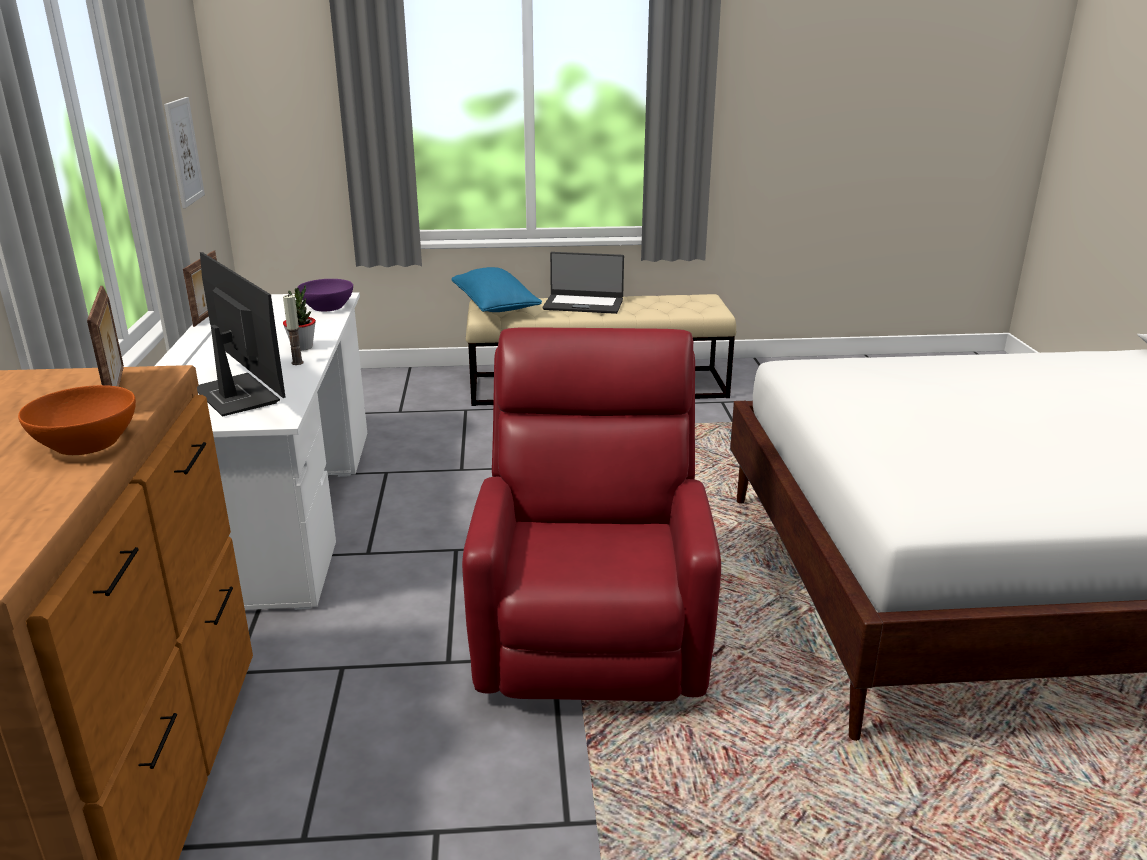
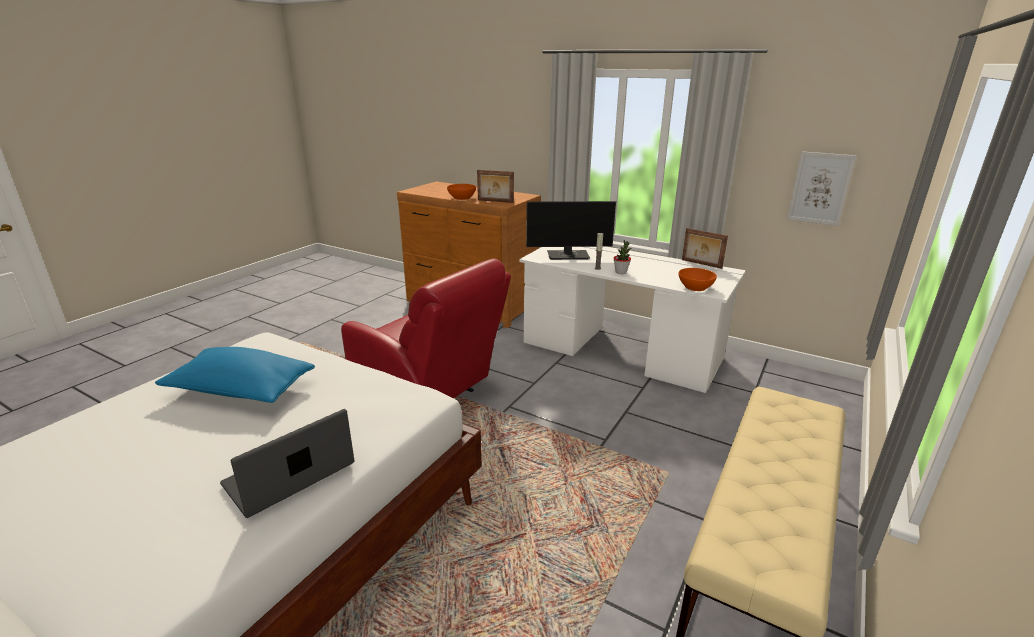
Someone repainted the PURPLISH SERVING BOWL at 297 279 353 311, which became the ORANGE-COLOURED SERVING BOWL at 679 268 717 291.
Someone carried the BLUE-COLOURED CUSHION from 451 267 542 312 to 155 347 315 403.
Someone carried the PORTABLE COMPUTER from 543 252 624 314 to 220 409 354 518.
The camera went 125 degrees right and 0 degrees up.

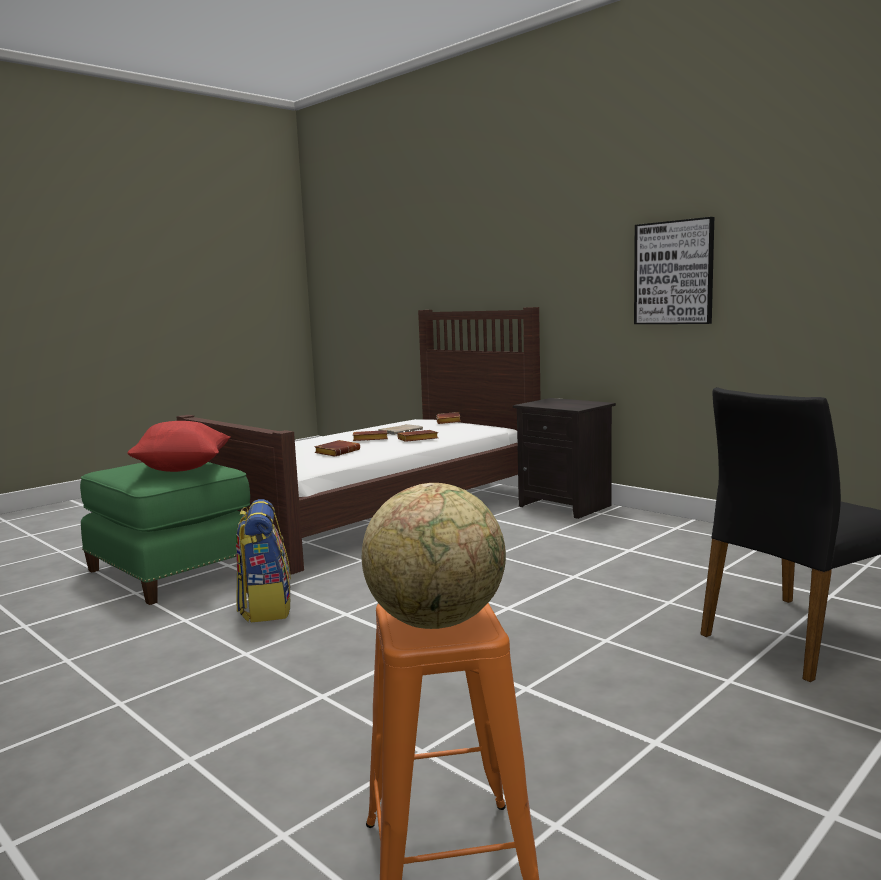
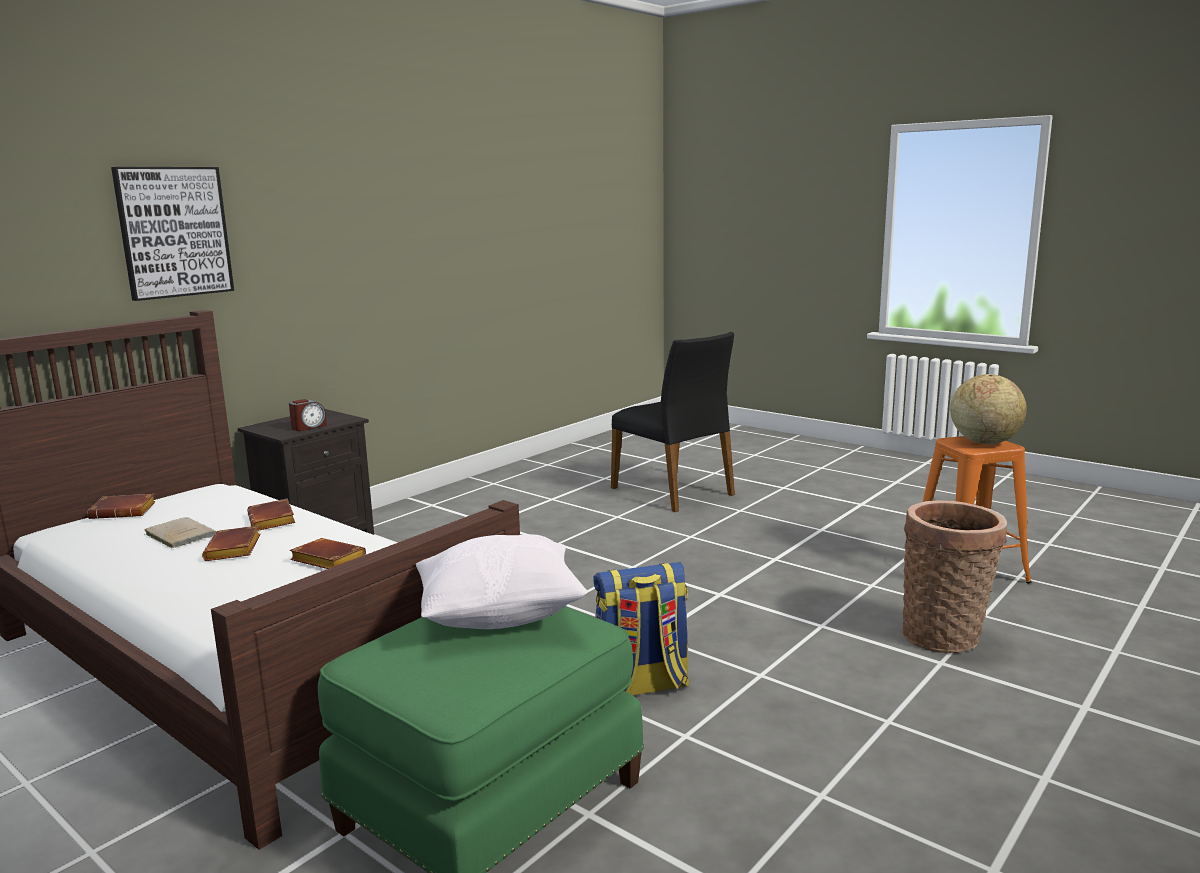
Someone repainted the REDDISH CUSHION at 127 421 231 472, which became the WHITE-COLOURED CUSHION at 416 534 588 629.
Someone carried the WALL PICTURE from 634 217 714 324 to 111 167 234 301.
Someone put down the BEDSIDE CLOCK at 289 399 327 431.
Someone put down the BASKET at 902 500 1007 653.
The camera went 95 degrees left and 5 degrees up.

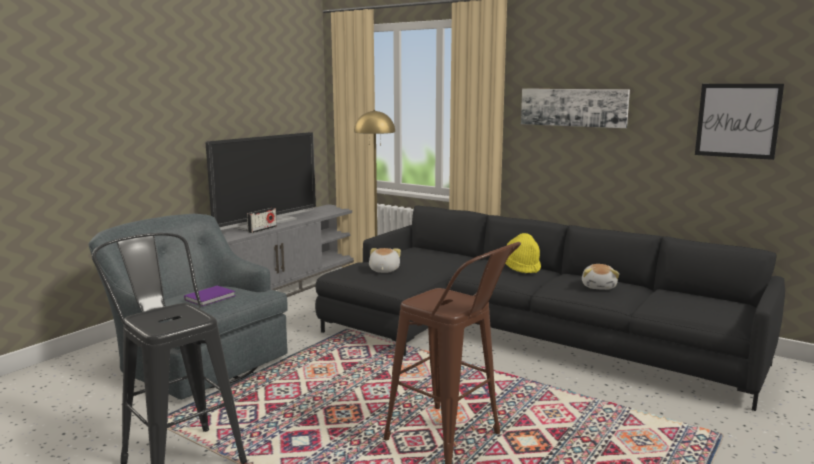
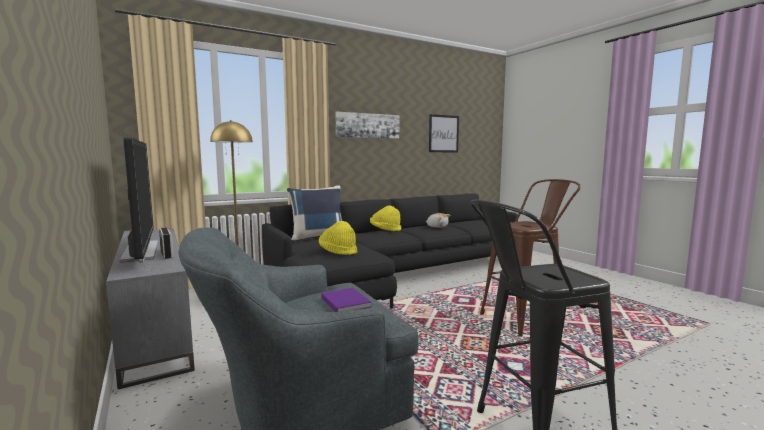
Someone swapped the PLUSH TOY at 369 248 401 273 for the YELLOW CLOTHING HAT at 319 221 358 255.
Someone put down the BLUE-COLOURED CUSHION at 287 185 342 242.
The camera went 65 degrees left and 5 degrees down.

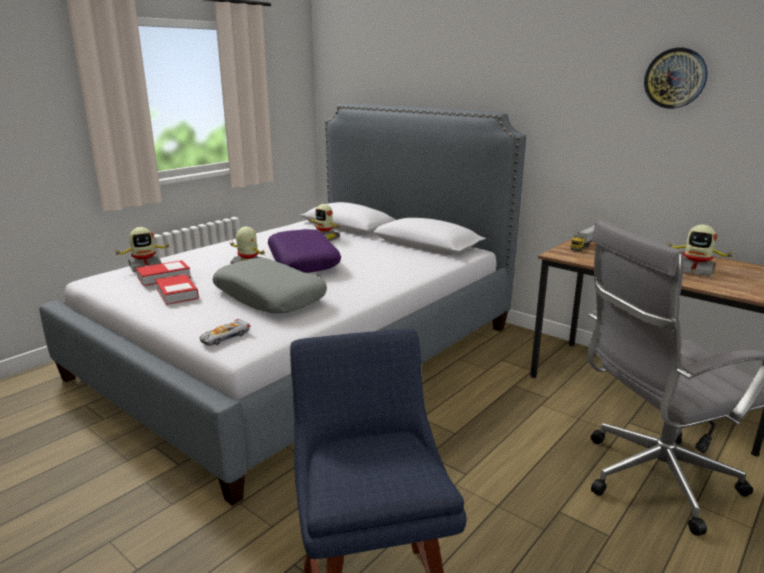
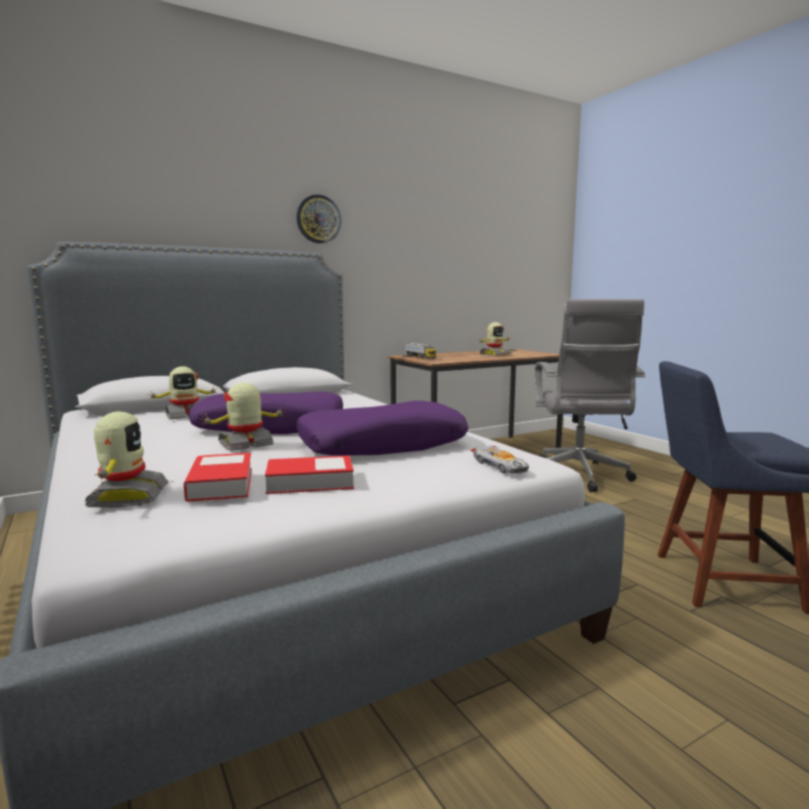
Someone repainted the GREYISH CUSHION at 213 258 327 313, which became the PURPLISH CUSHION at 296 401 468 456.
Someone carried the WALL CLOCK from 644 47 708 109 to 296 194 341 244.
The camera went 70 degrees left and 10 degrees down.

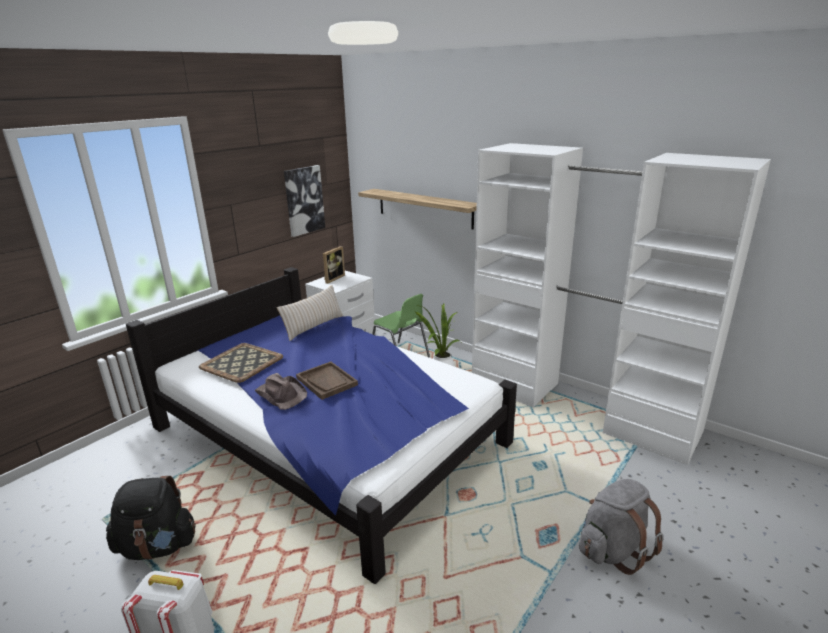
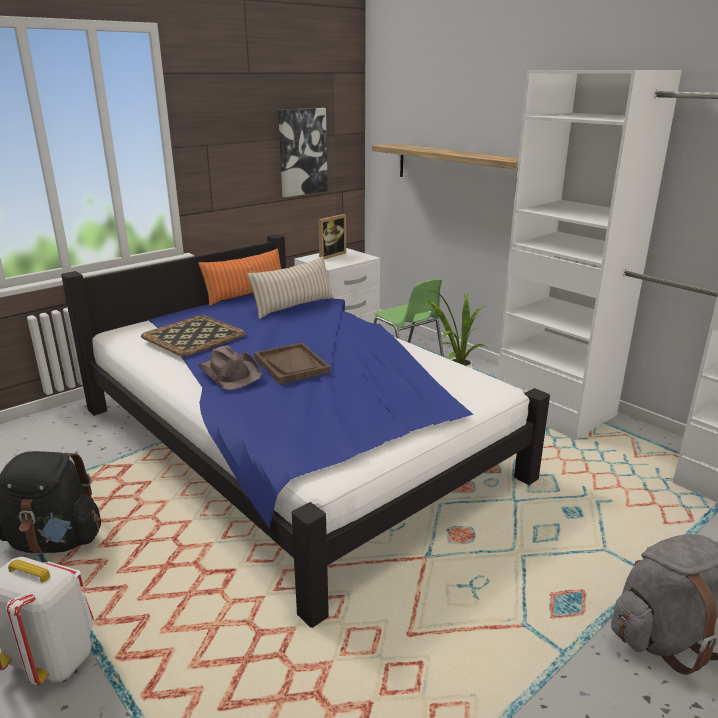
Someone put down the ORANGE-COLOURED CUSHION at 198 249 281 306.
The camera went 10 degrees right and 0 degrees up.

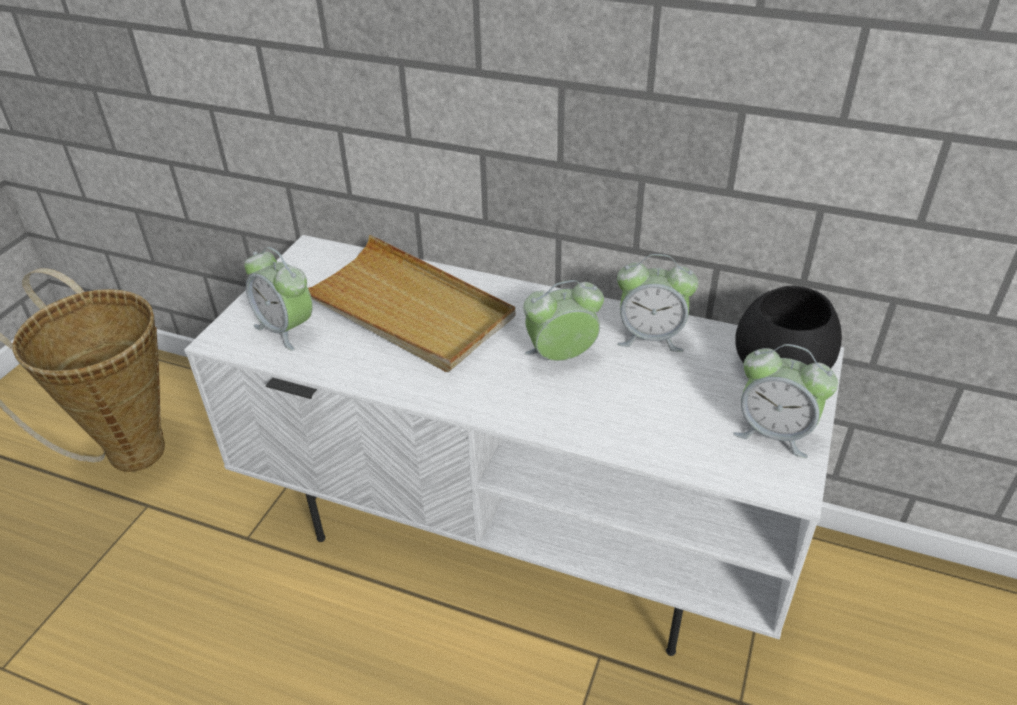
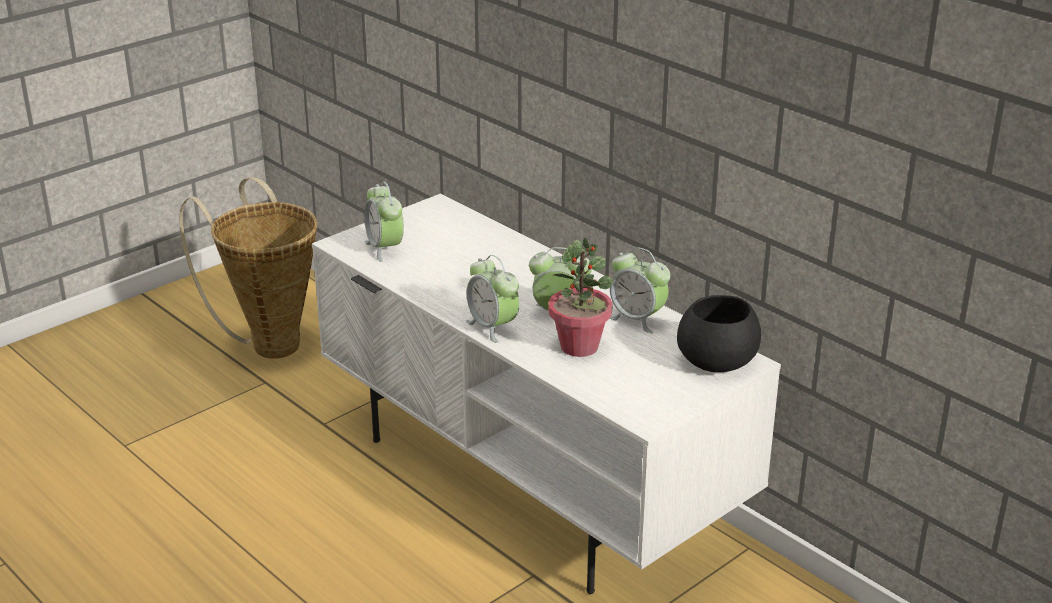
Someone took away the BEIGE CARRYING TRAY at 308 235 516 372.
Someone carried the BEDSIDE CLOCK from 733 344 838 458 to 466 255 519 343.
Someone put down the POTTED PLANT at 548 237 613 357.
The camera went 25 degrees right and 10 degrees down.

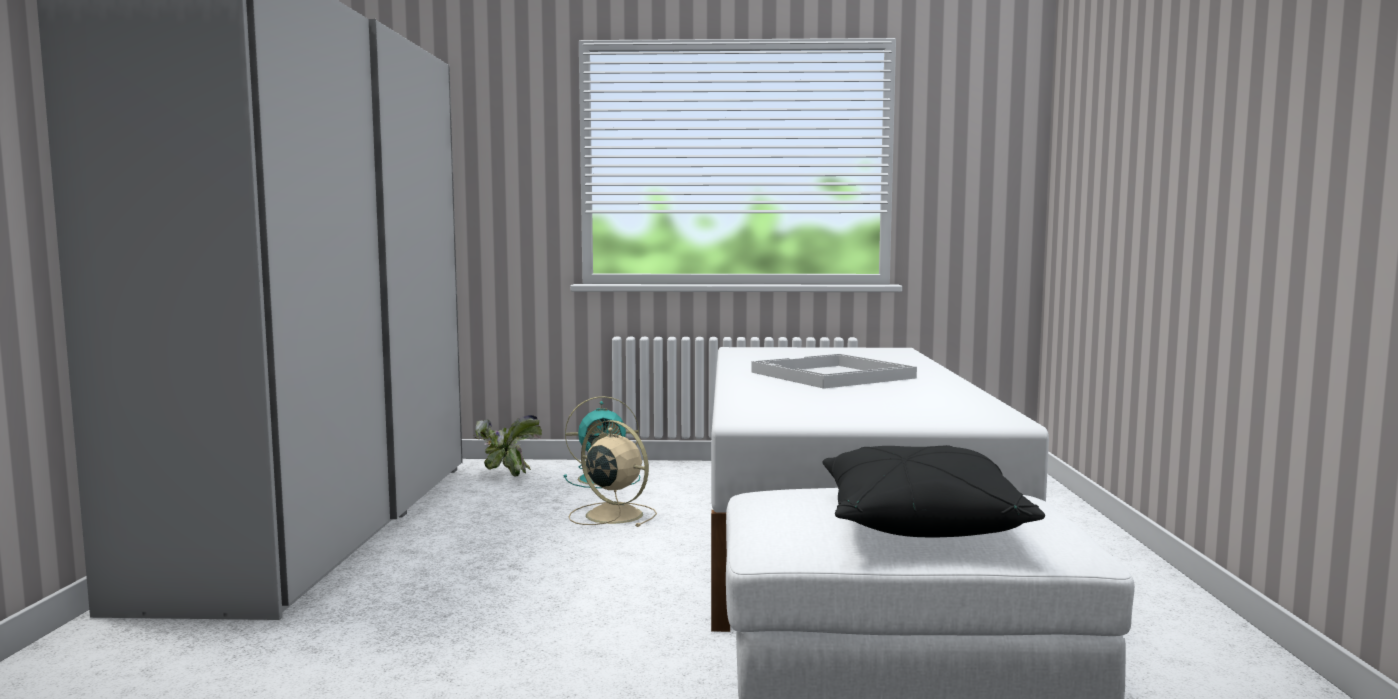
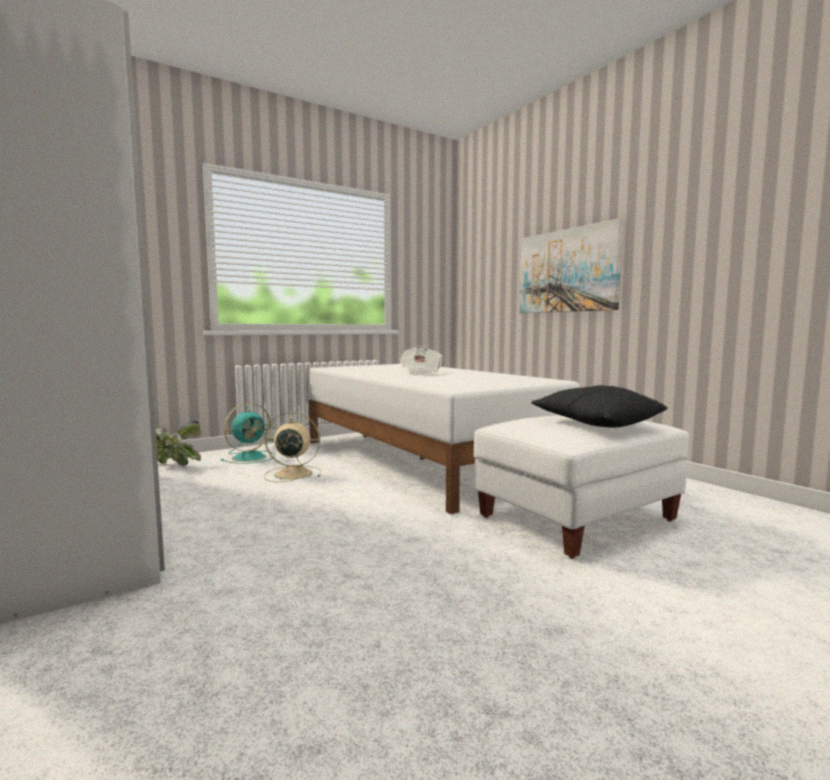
Someone swapped the WHITE-COLOURED CARRYING TRAY at 751 354 917 389 for the NEWSPAPER at 399 346 443 376.
Someone put up the WALL PICTURE at 520 218 623 313.
The camera went 35 degrees left and 0 degrees up.

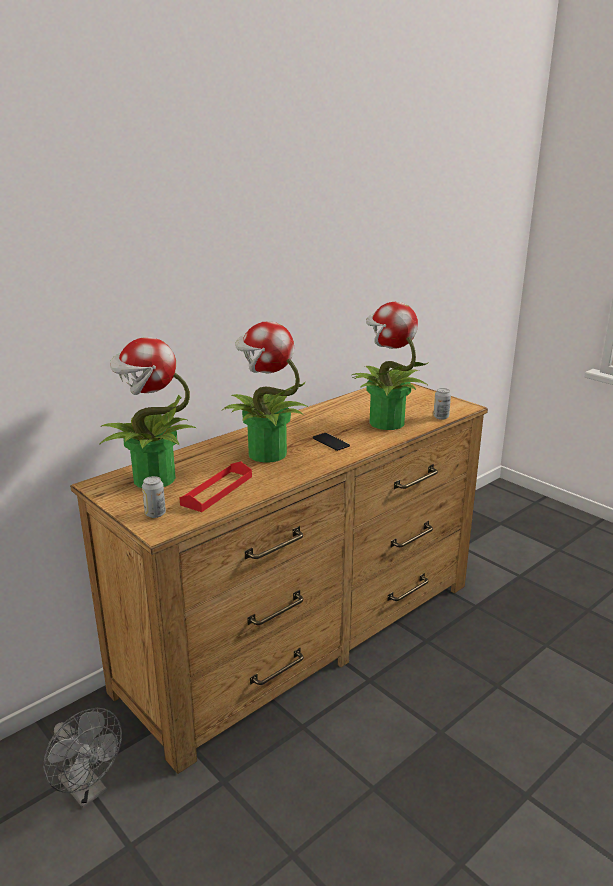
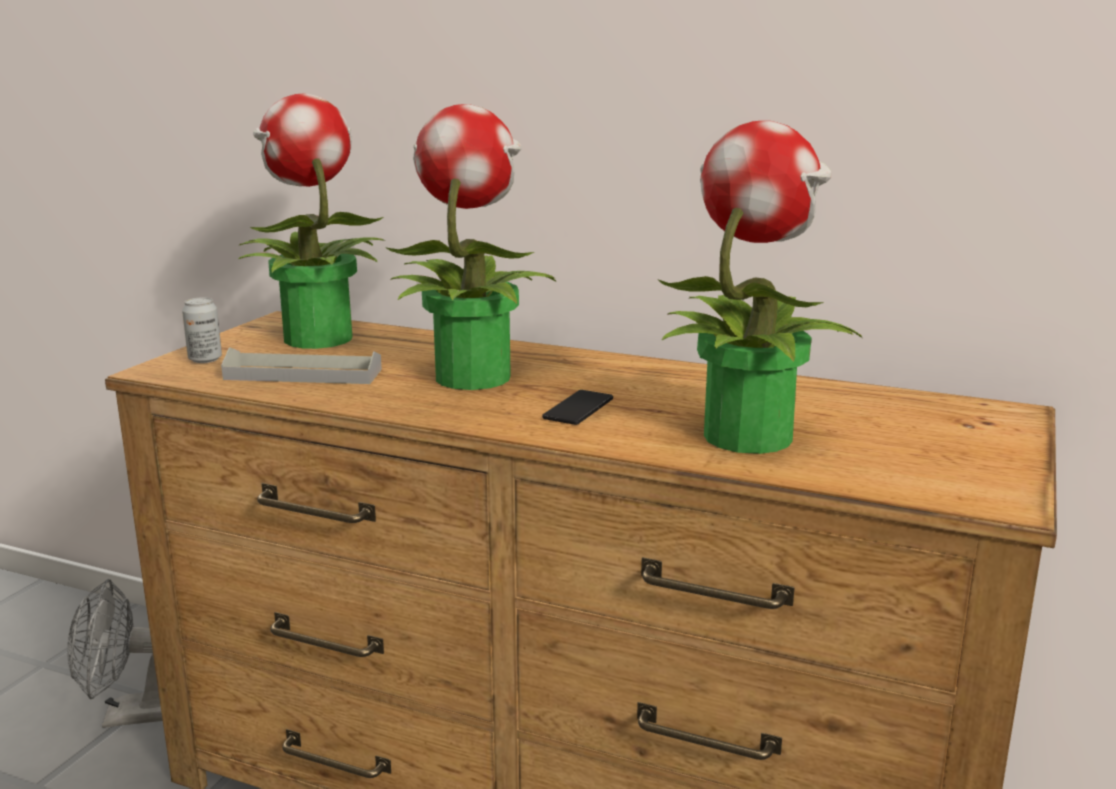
Someone rotated the GREYISH ELECTRIC FAN at 43 708 122 808 by 60 degrees clockwise.
Someone repainted the REDDISH CARRYING TRAY at 179 462 252 512, which became the GREYISH CARRYING TRAY at 221 348 382 384.
Someone took away the CAN at 433 388 451 420.
The camera went 65 degrees right and 5 degrees down.

